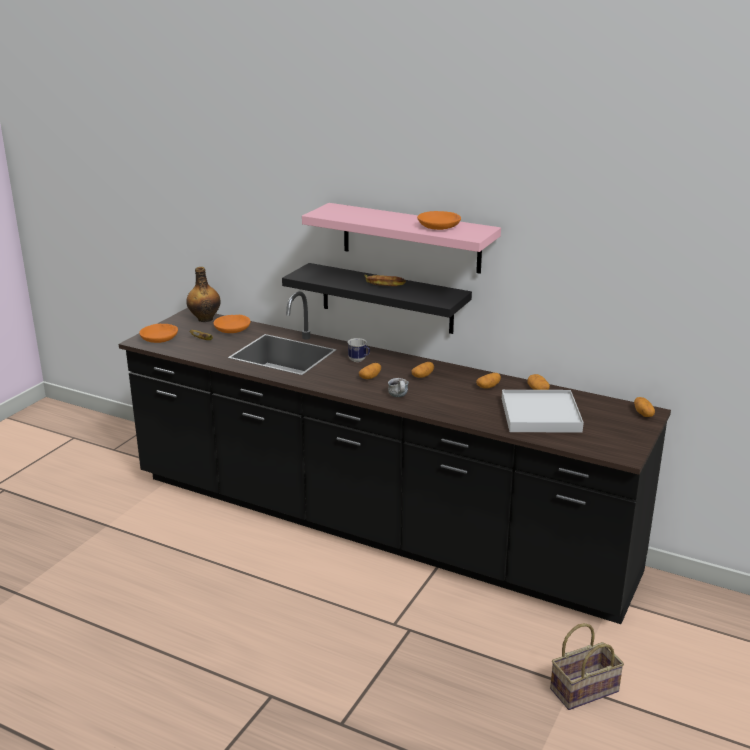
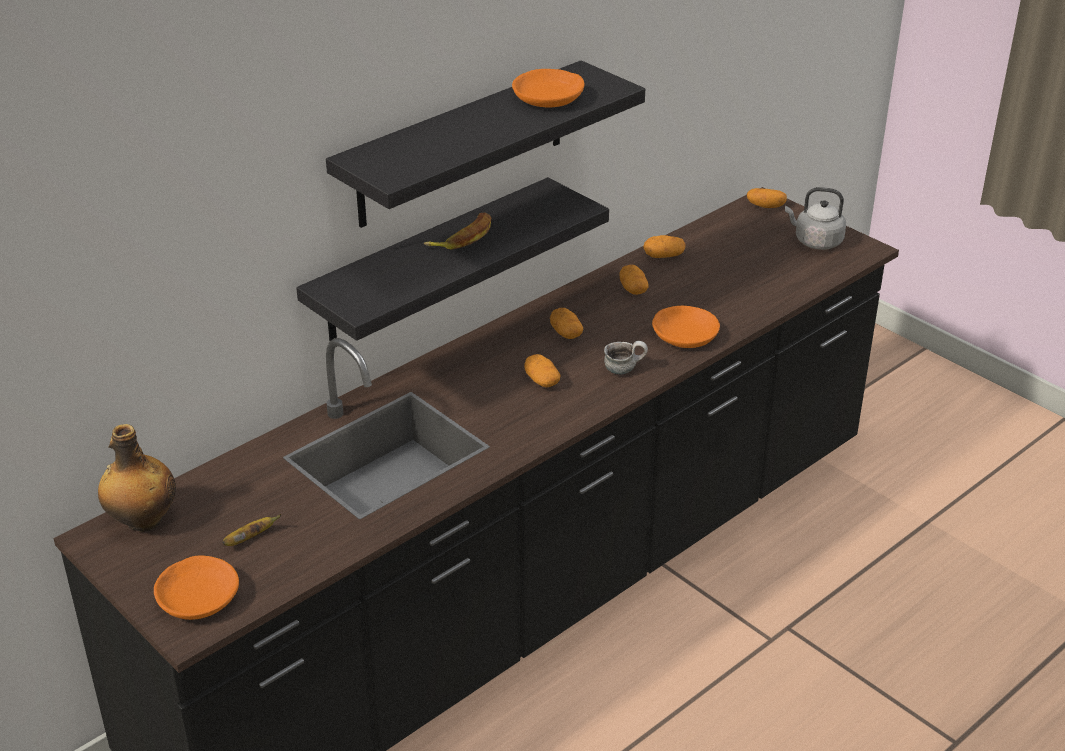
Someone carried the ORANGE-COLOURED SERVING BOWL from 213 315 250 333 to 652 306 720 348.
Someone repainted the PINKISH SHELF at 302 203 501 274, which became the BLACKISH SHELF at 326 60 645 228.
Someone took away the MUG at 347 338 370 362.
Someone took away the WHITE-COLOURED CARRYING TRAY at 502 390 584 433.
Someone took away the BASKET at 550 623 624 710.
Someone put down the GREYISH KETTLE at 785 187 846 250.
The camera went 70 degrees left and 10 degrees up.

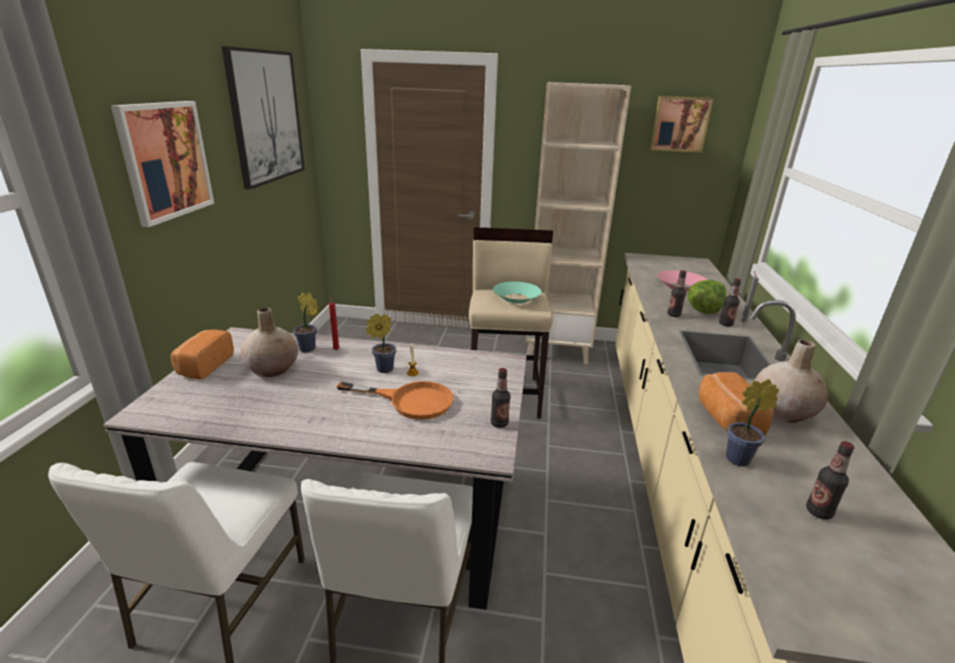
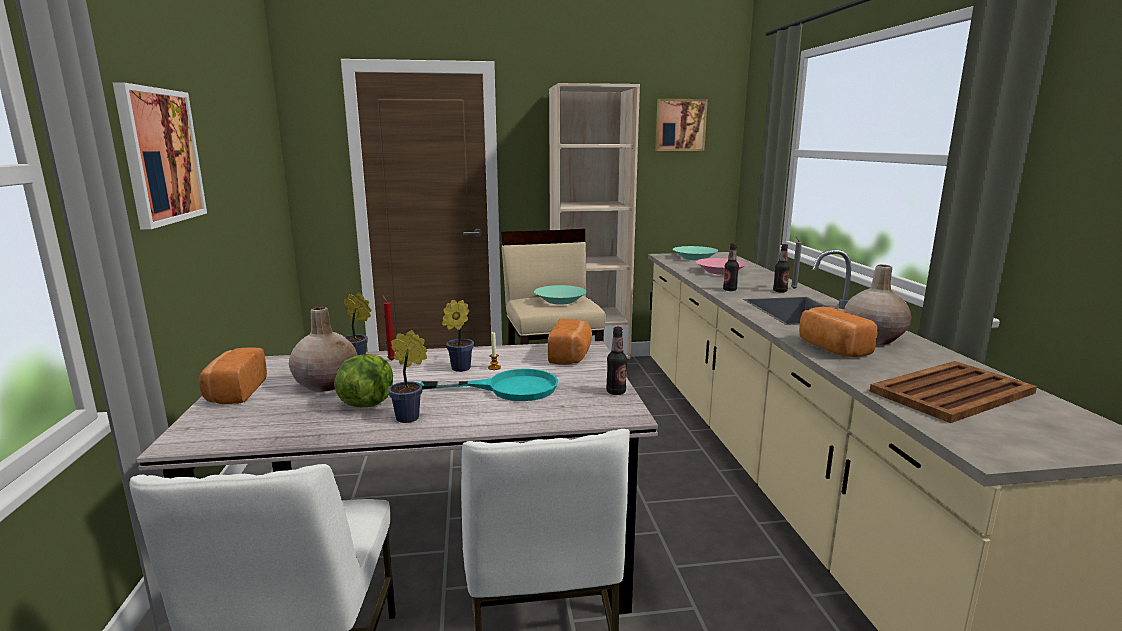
Someone took away the WALL PICTURE at 221 46 305 190.
Someone repainted the ORANGE-COLOURED SKILLET at 337 381 453 420, which became the TURQUOISE SKILLET at 420 369 558 401.
Someone carried the HEAD OF LETTUCE from 688 280 727 314 to 334 354 393 407.
Someone carried the POTTED PLANT from 726 379 779 466 to 388 330 427 423.
Someone swapped the DRINK BOTTLE at 806 441 854 520 for the BROWN-COLOURED CARRYING TRAY at 870 361 1037 423.
Someone put down the BAKED BREAD at 548 319 592 365.
Someone put down the TURQUOISE SERVING BOWL at 673 246 718 260.
The camera went 15 degrees left and 10 degrees down.

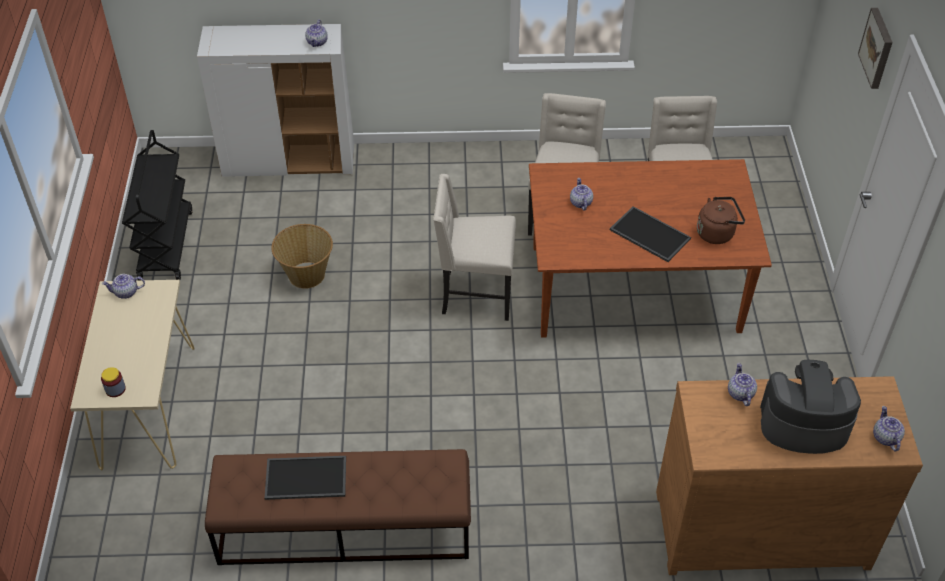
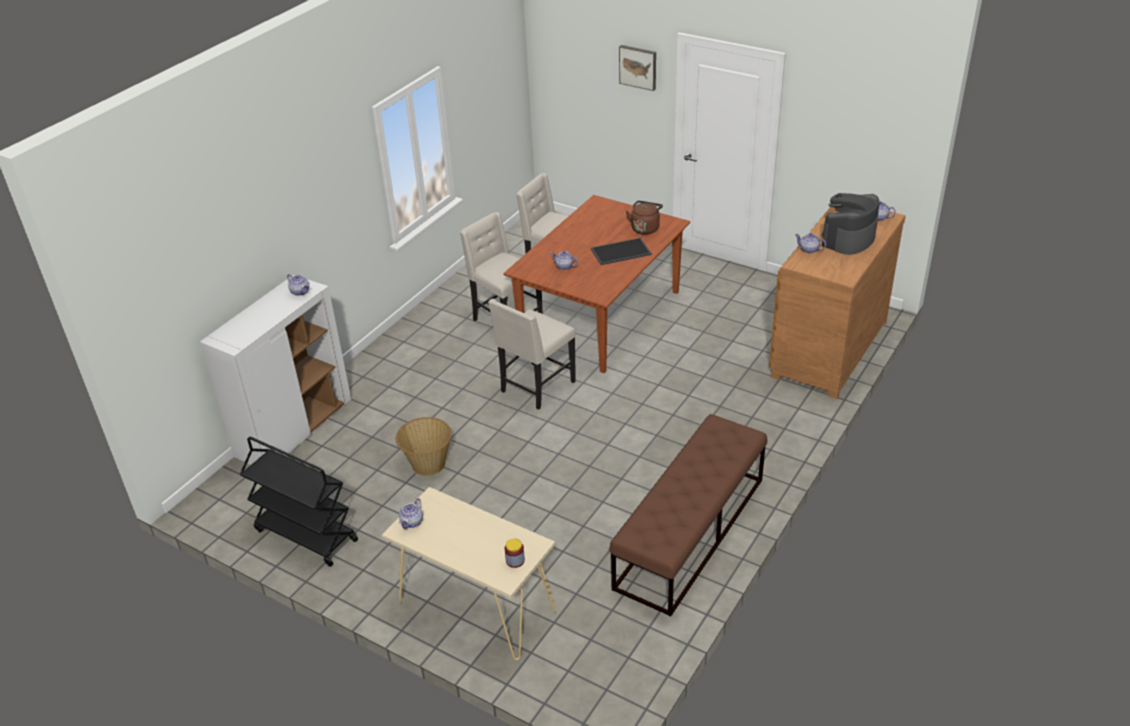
Someone took away the CARRYING TRAY at 265 456 346 500.
The camera went 55 degrees left and 10 degrees down.

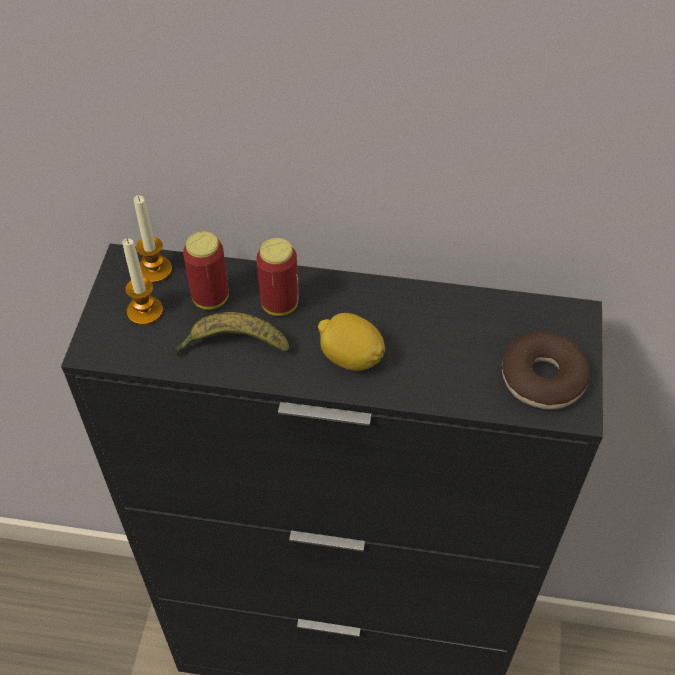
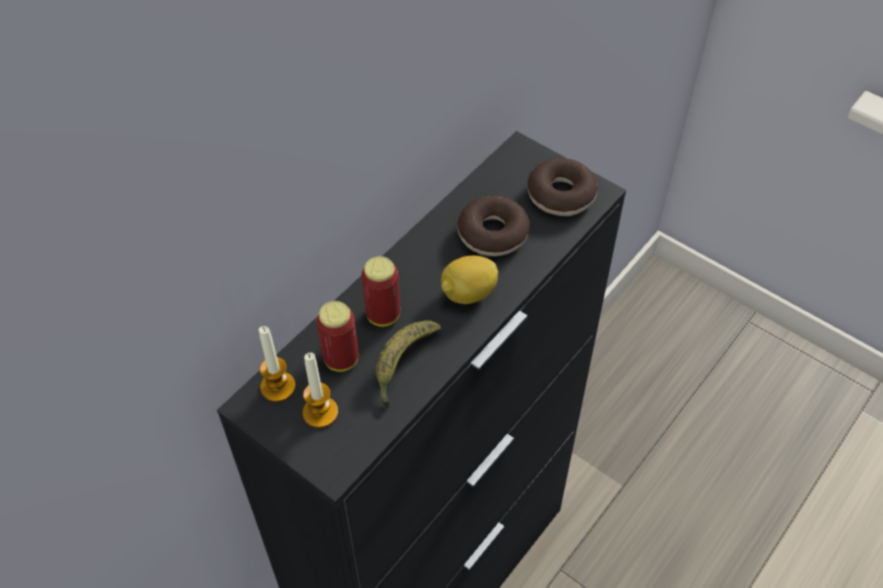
Someone put down the DONUT at 457 196 530 256.
The camera went 60 degrees left and 0 degrees up.

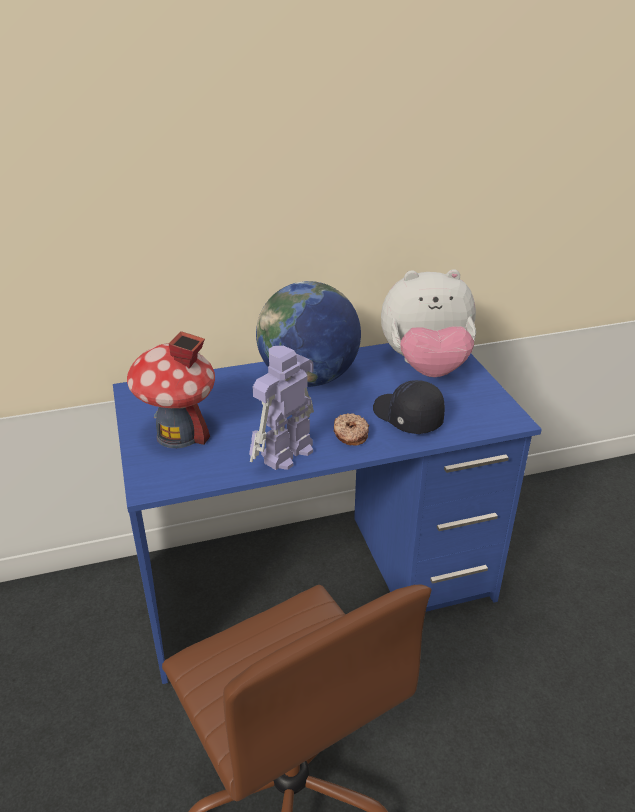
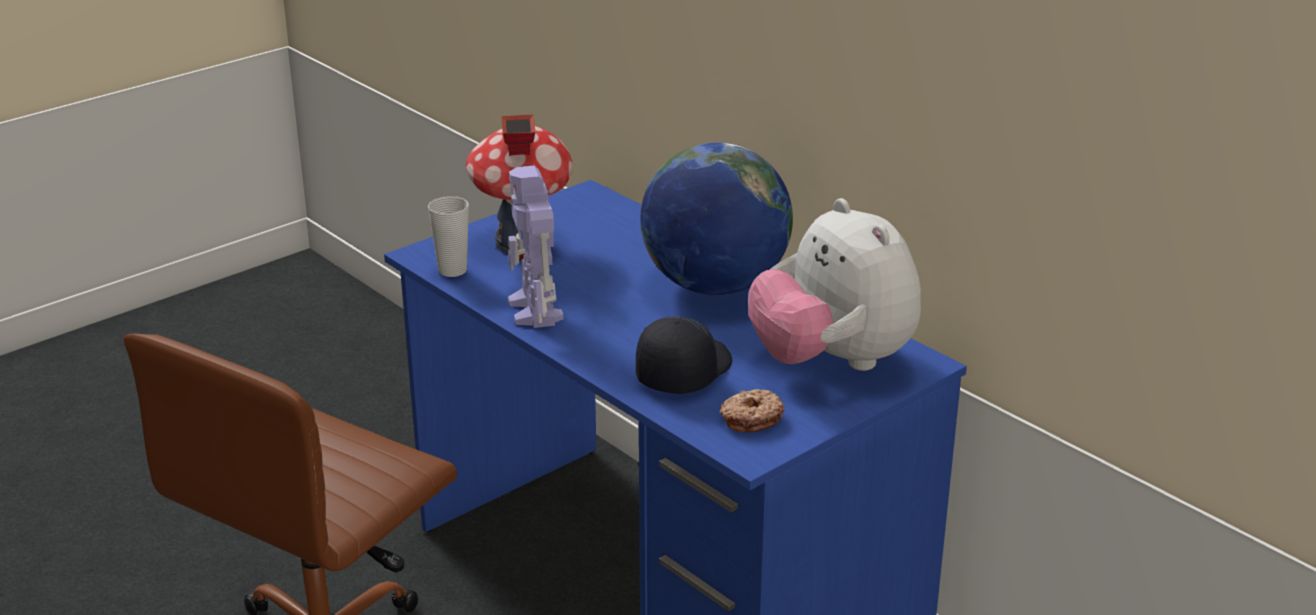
Someone rotated the ROBOT FIGURE at 249 346 314 470 by 120 degrees counterclockwise.
Someone carried the DONUT from 333 413 369 446 to 720 389 784 433.
Someone put down the CUP at 428 196 469 277.
The camera went 65 degrees right and 5 degrees down.

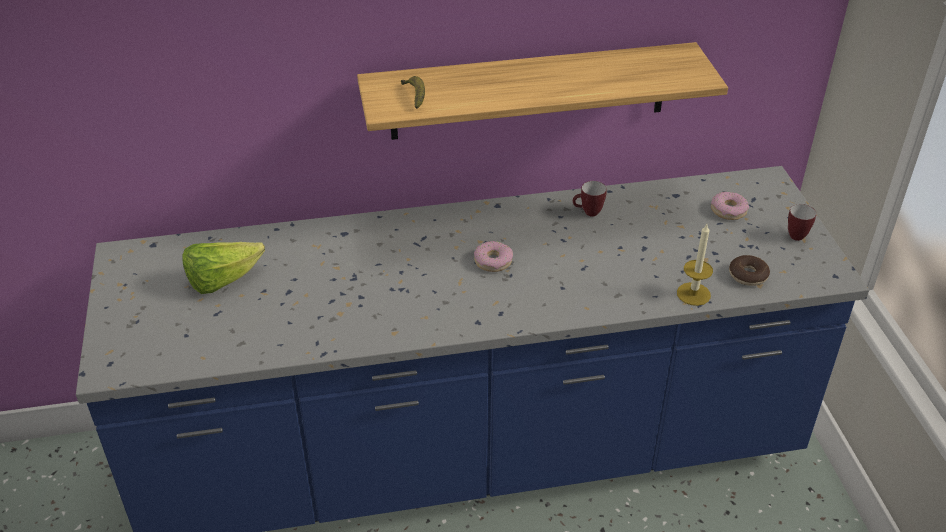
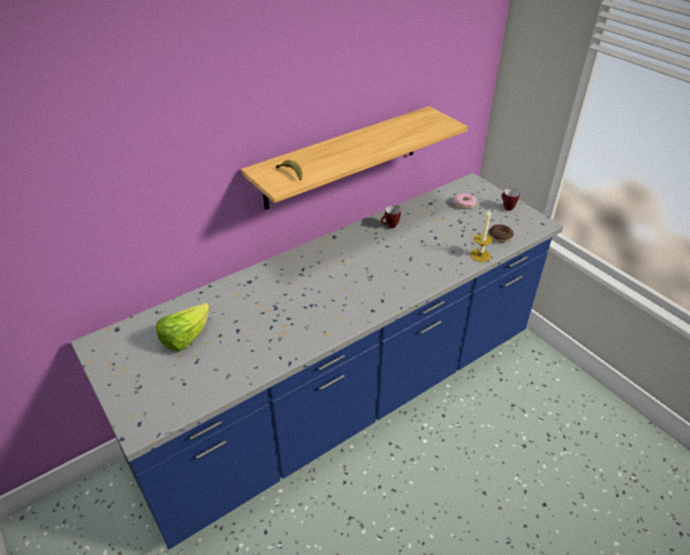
Someone took away the DONUT at 474 241 513 272.
The camera went 25 degrees left and 0 degrees up.

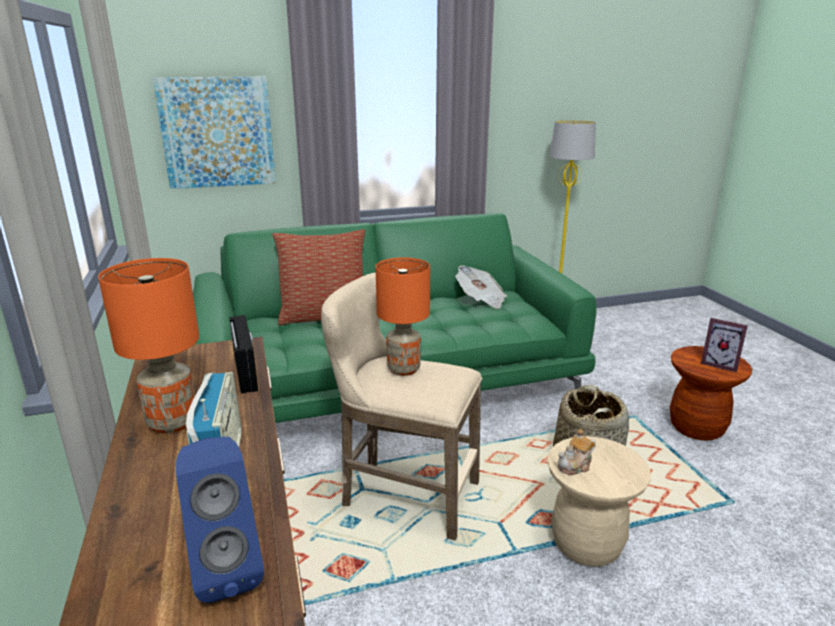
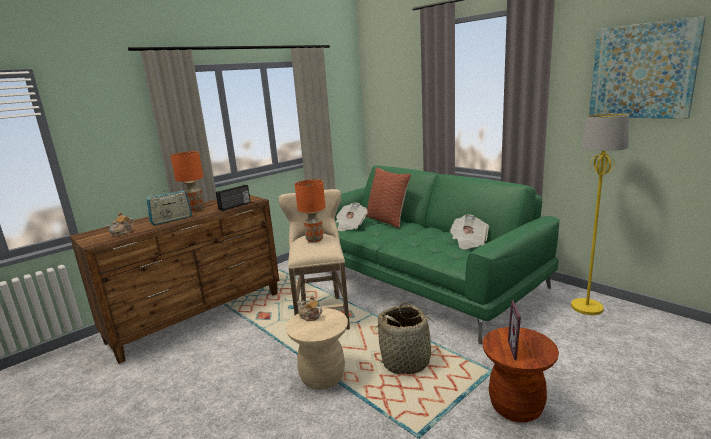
Someone carried the WALL PICTURE from 153 77 276 189 to 589 16 706 119.
Someone swapped the BLUE-COLOURED LOUDSPEAKER at 176 437 264 603 for the POT FOR TEA at 106 212 134 237.
Someone put down the NEWSPAPER at 336 203 368 231.
The camera went 65 degrees right and 5 degrees down.

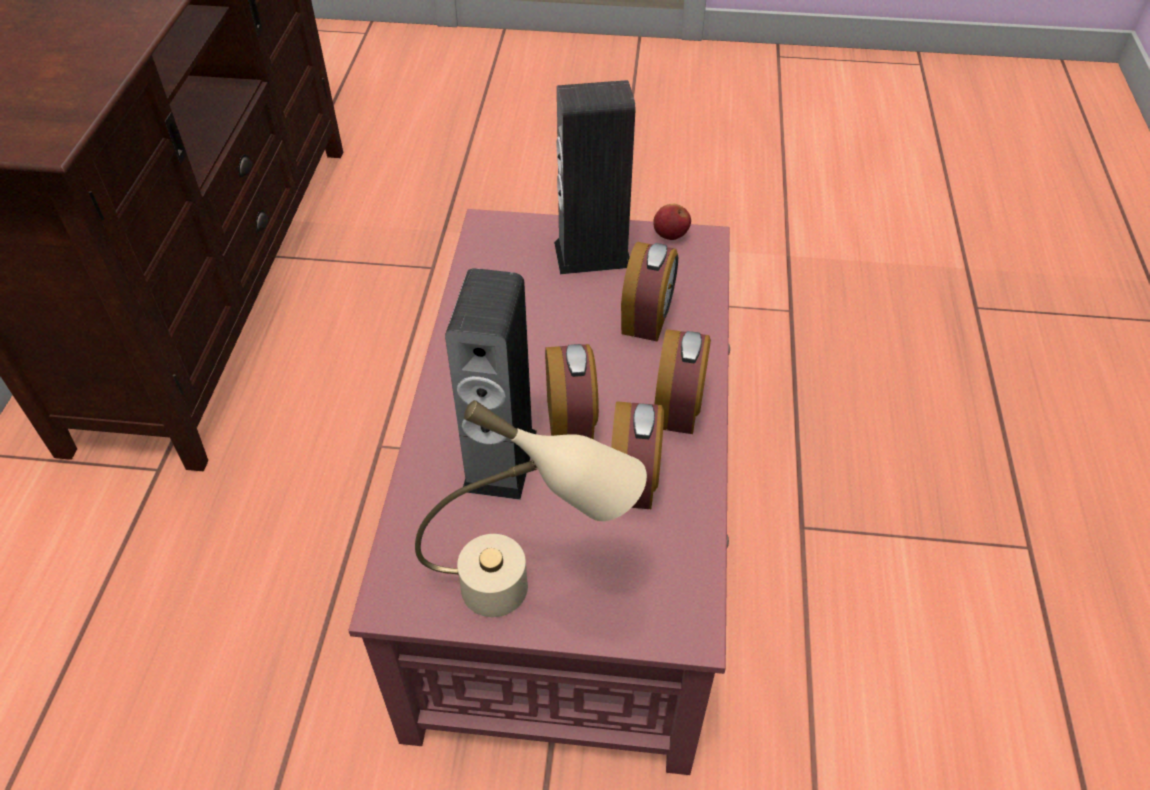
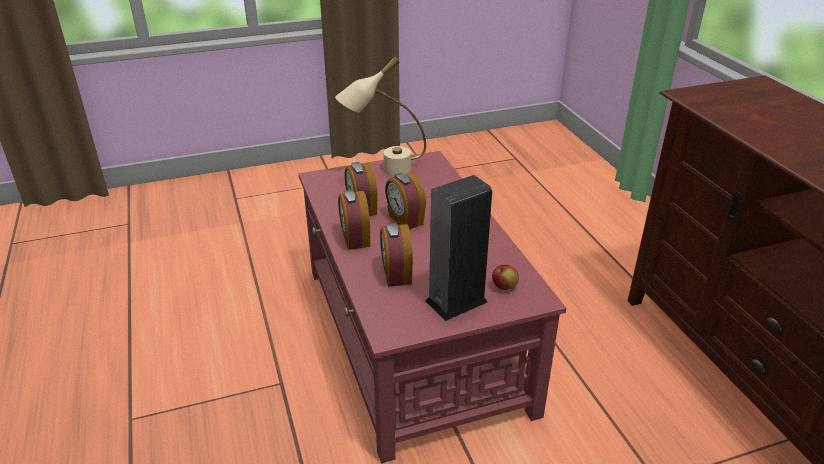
Someone took away the LOUDSPEAKER at 445 268 537 500.
Someone carried the APPLE FRUIT from 653 204 691 240 to 492 265 519 290.
The camera went 155 degrees right and 15 degrees down.

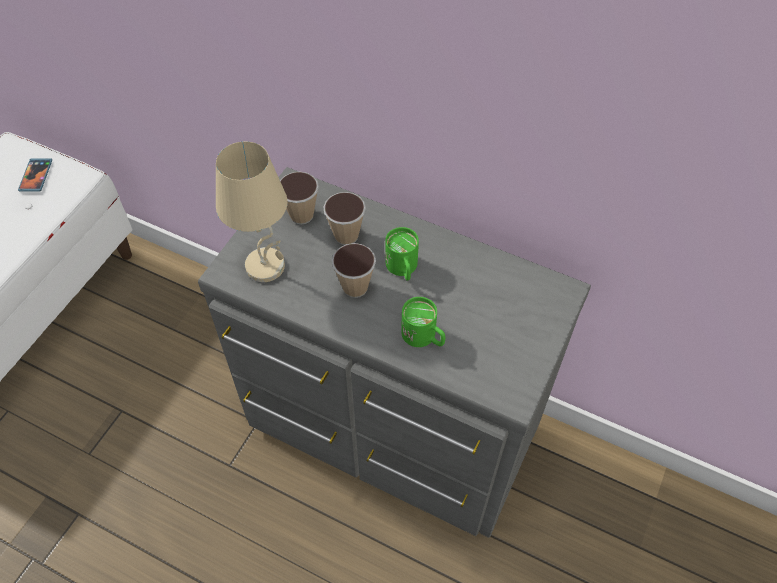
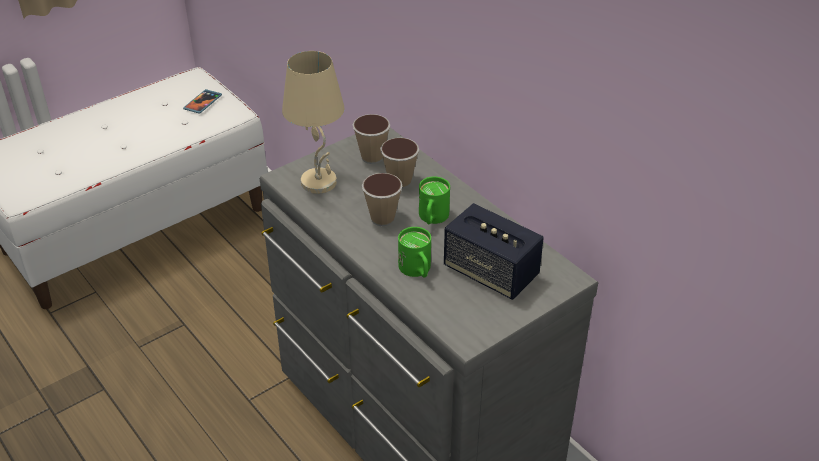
Someone put down the LOUDSPEAKER at 444 203 544 300.
The camera went 25 degrees right and 15 degrees down.

